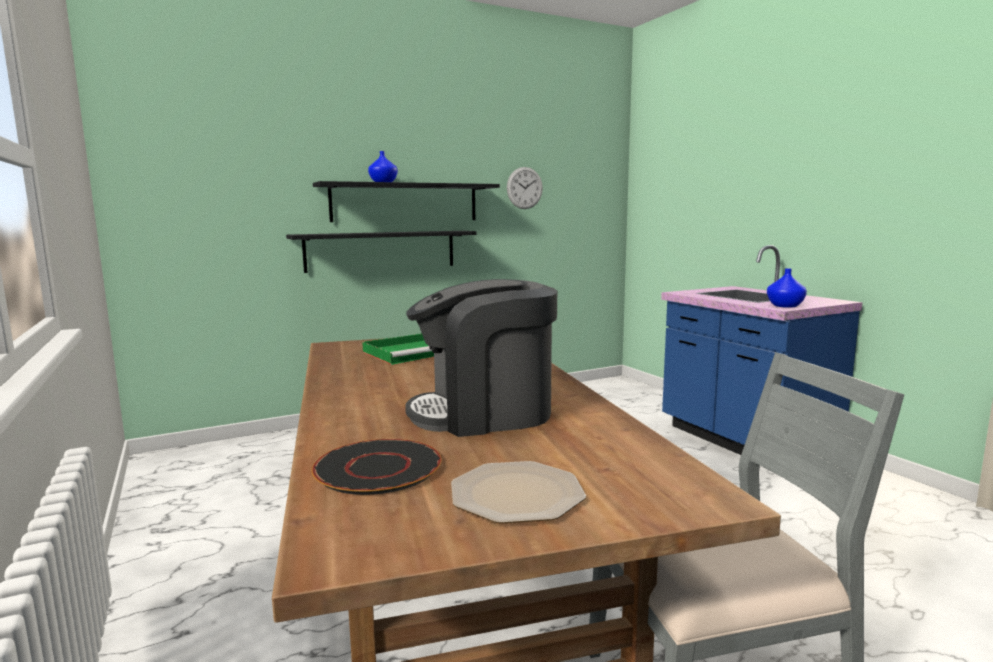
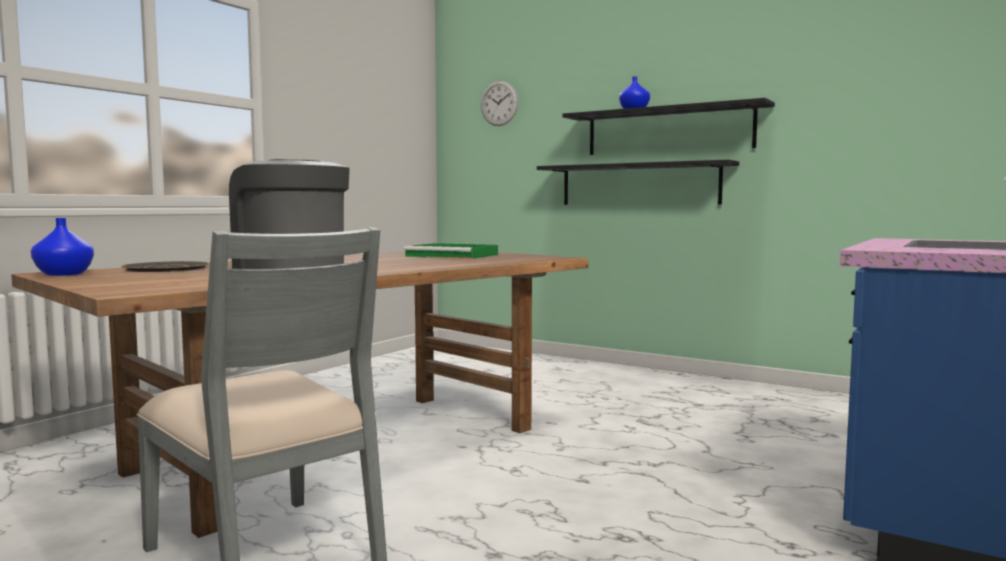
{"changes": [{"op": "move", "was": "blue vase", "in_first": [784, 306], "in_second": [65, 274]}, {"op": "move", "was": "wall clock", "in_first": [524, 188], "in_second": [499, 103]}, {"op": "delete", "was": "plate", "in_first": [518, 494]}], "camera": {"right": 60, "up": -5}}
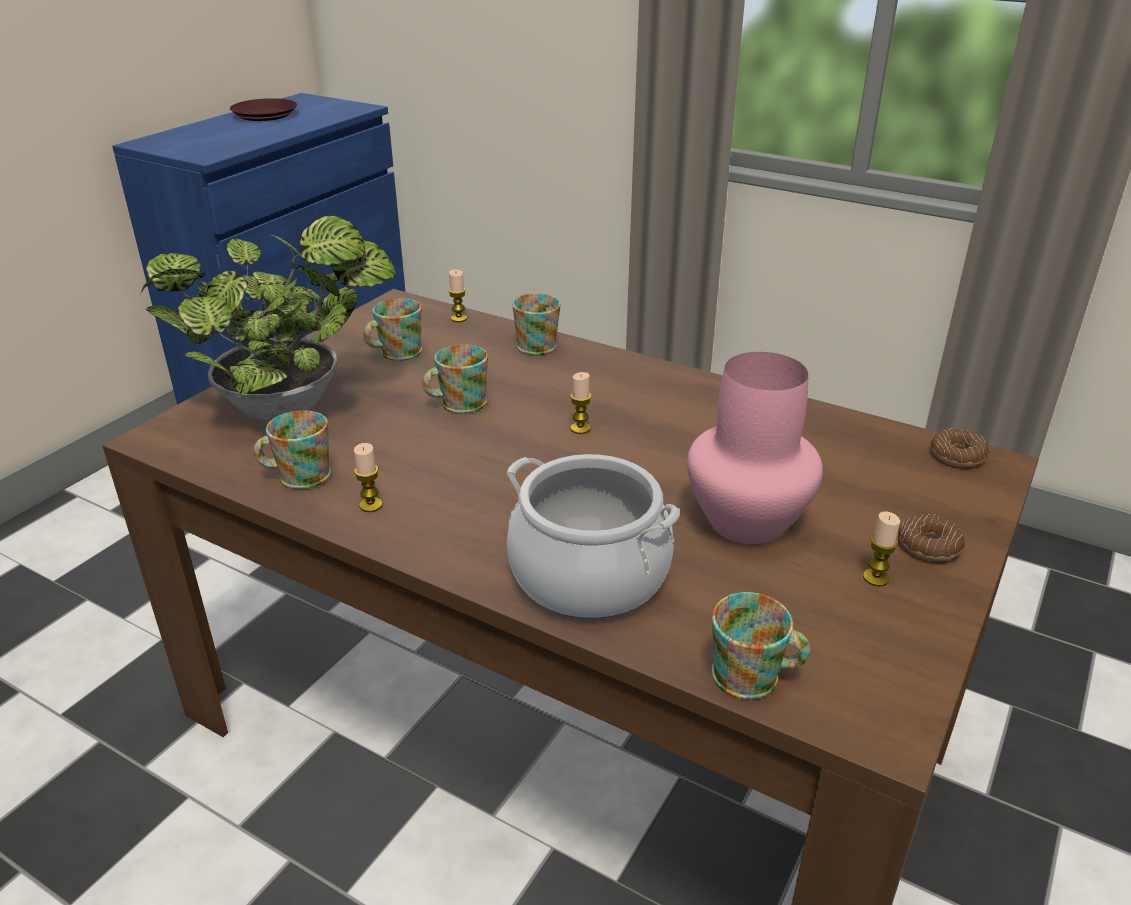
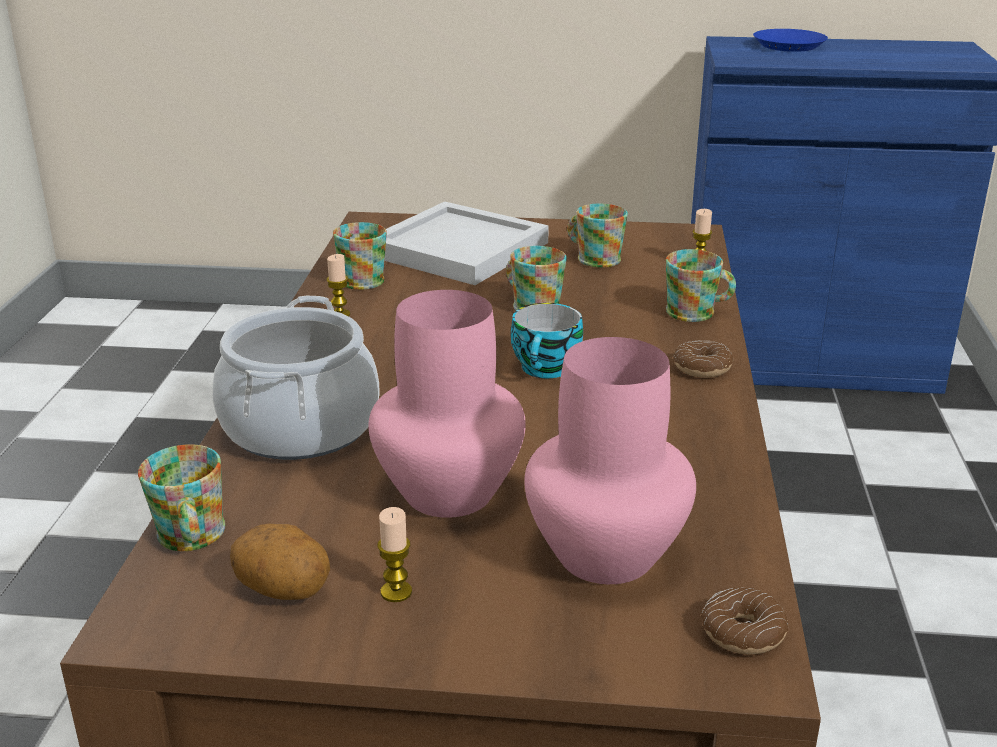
{"changes": [{"op": "insert", "now": "potato", "in_second": [284, 590]}, {"op": "replace", "was": "potted plant", "now": "white tray", "in_first": [291, 407], "in_second": [458, 248]}, {"op": "replace", "was": "candle", "now": "cup", "in_first": [580, 428], "in_second": [547, 369]}, {"op": "insert", "now": "pink vase", "in_second": [604, 553]}, {"op": "move", "was": "donut", "in_first": [929, 546], "in_second": [702, 368]}, {"op": "insert", "now": "blue plate", "in_second": [789, 46]}, {"op": "delete", "was": "brown plate", "in_first": [265, 115]}], "camera": {"right": 65, "up": -5}}
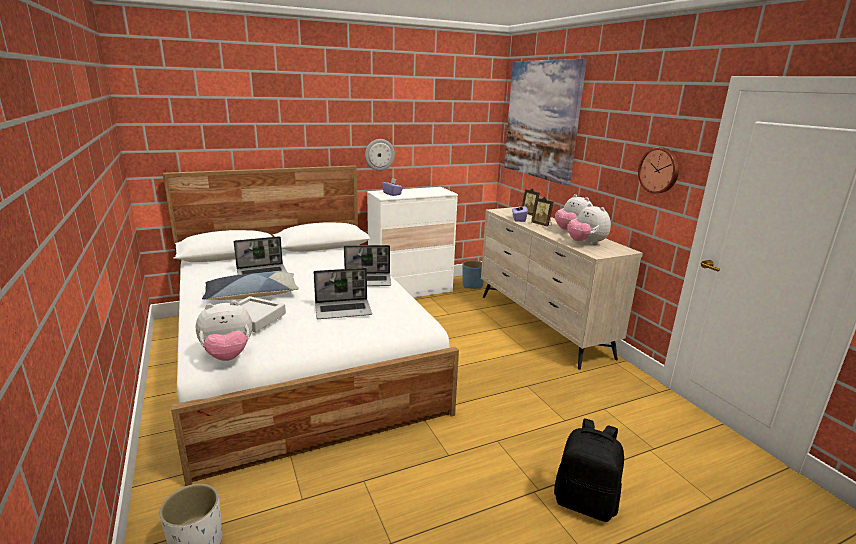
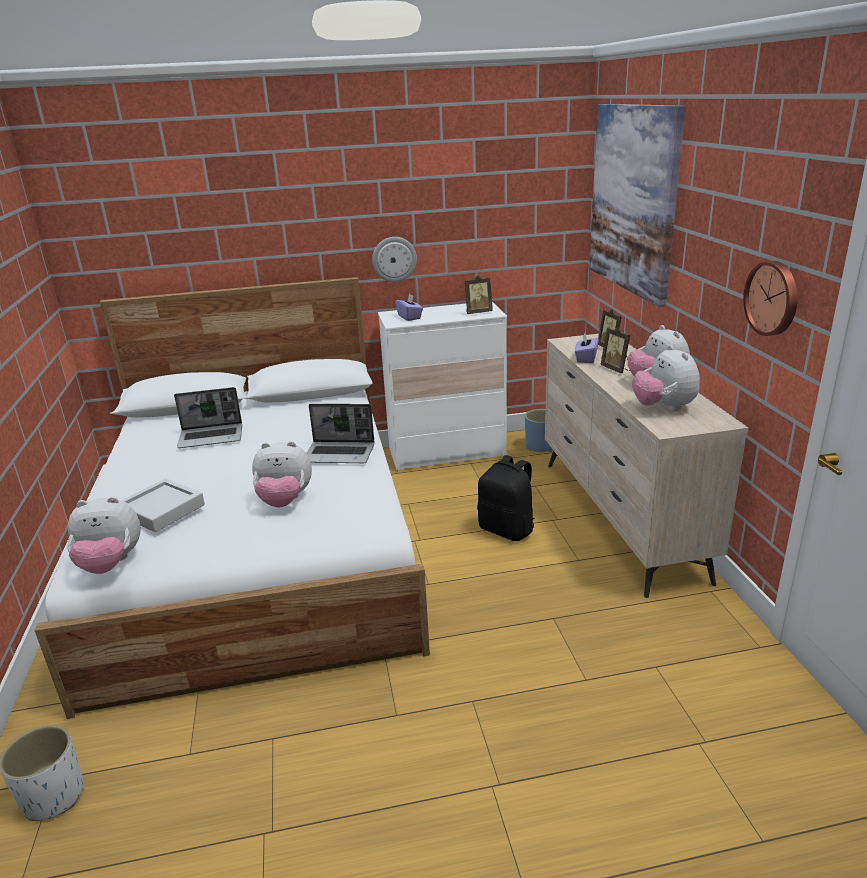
{"changes": [{"op": "replace", "was": "laptop", "now": "plush toy", "in_first": [344, 310], "in_second": [285, 501]}, {"op": "insert", "now": "picture frame", "in_second": [478, 312]}, {"op": "move", "was": "black backpack", "in_first": [585, 502], "in_second": [507, 530]}, {"op": "delete", "was": "pillow", "in_first": [252, 295]}], "camera": {"right": 15, "up": 5}}
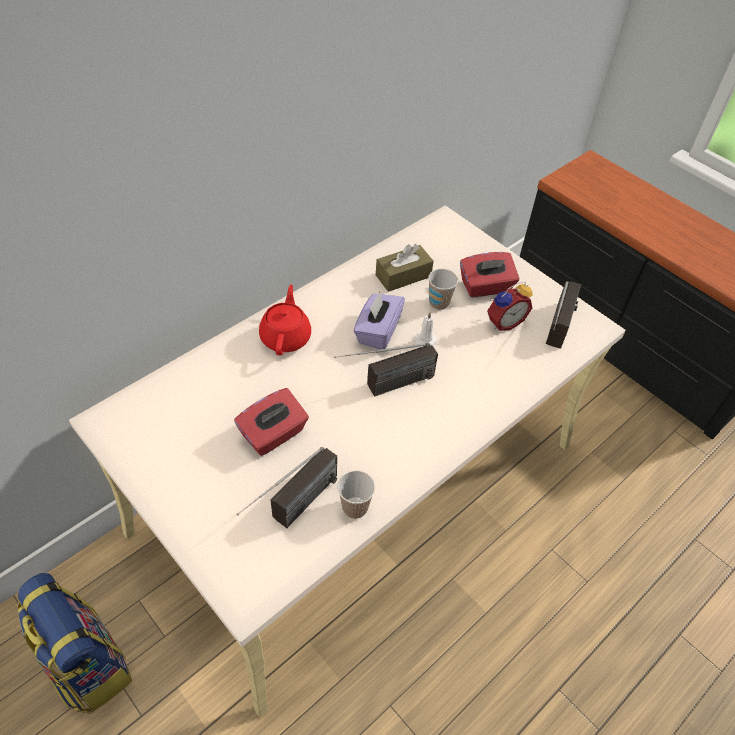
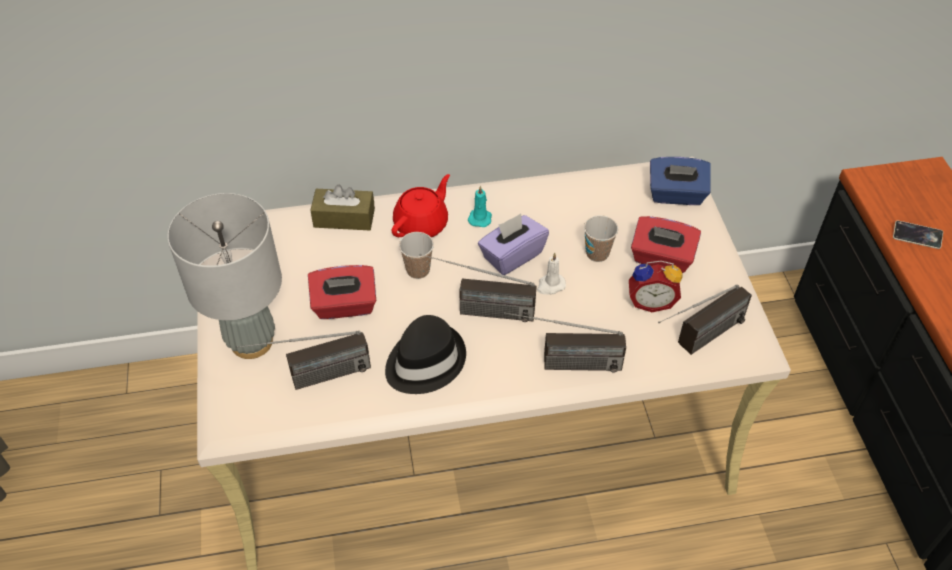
{"changes": [{"op": "insert", "now": "grey table lamp", "in_second": [252, 342]}, {"op": "move", "was": "brown tissue box", "in_first": [403, 276], "in_second": [344, 218]}, {"op": "insert", "now": "black hat", "in_second": [424, 361]}, {"op": "move", "was": "cup", "in_first": [355, 508], "in_second": [418, 270]}, {"op": "insert", "now": "turquoise candle", "in_second": [480, 218]}, {"op": "insert", "now": "radio", "in_second": [561, 364]}, {"op": "insert", "now": "blue tissue box", "in_second": [676, 195]}, {"op": "insert", "now": "phone", "in_second": [916, 237]}, {"op": "delete", "was": "backpack", "in_first": [87, 664]}], "camera": {"right": 35, "up": 0}}
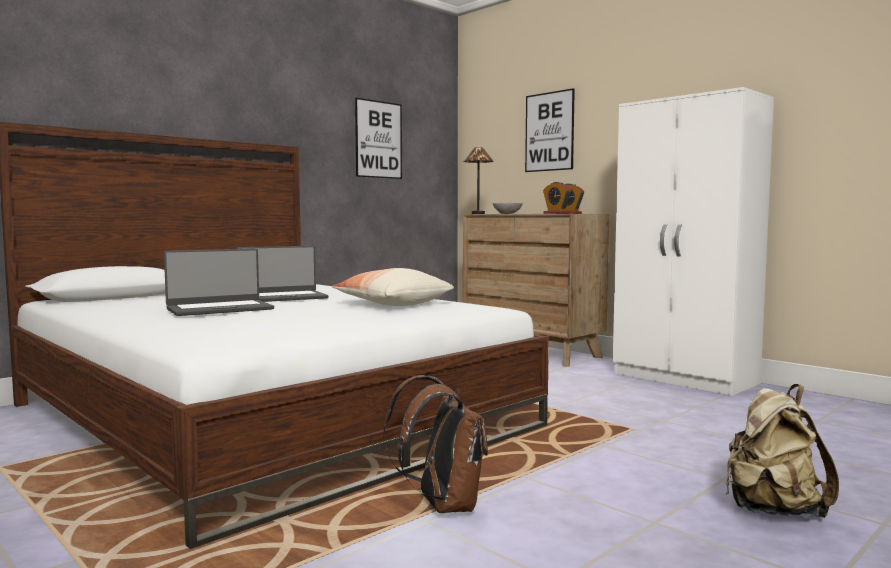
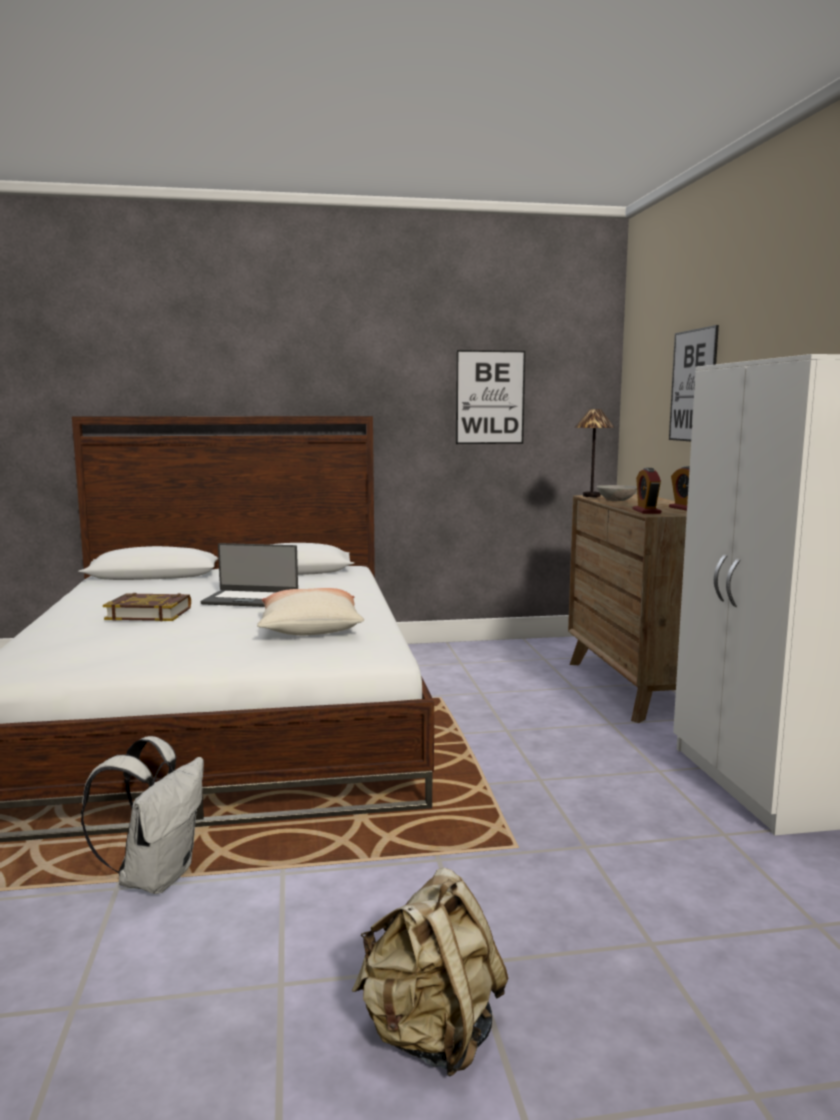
{"changes": [{"op": "recolor", "was": "brown backpack", "now": "white backpack", "in_first": [442, 505], "in_second": [156, 876]}, {"op": "replace", "was": "laptop", "now": "book", "in_first": [219, 309], "in_second": [149, 613]}], "camera": {"right": 35, "up": 5}}
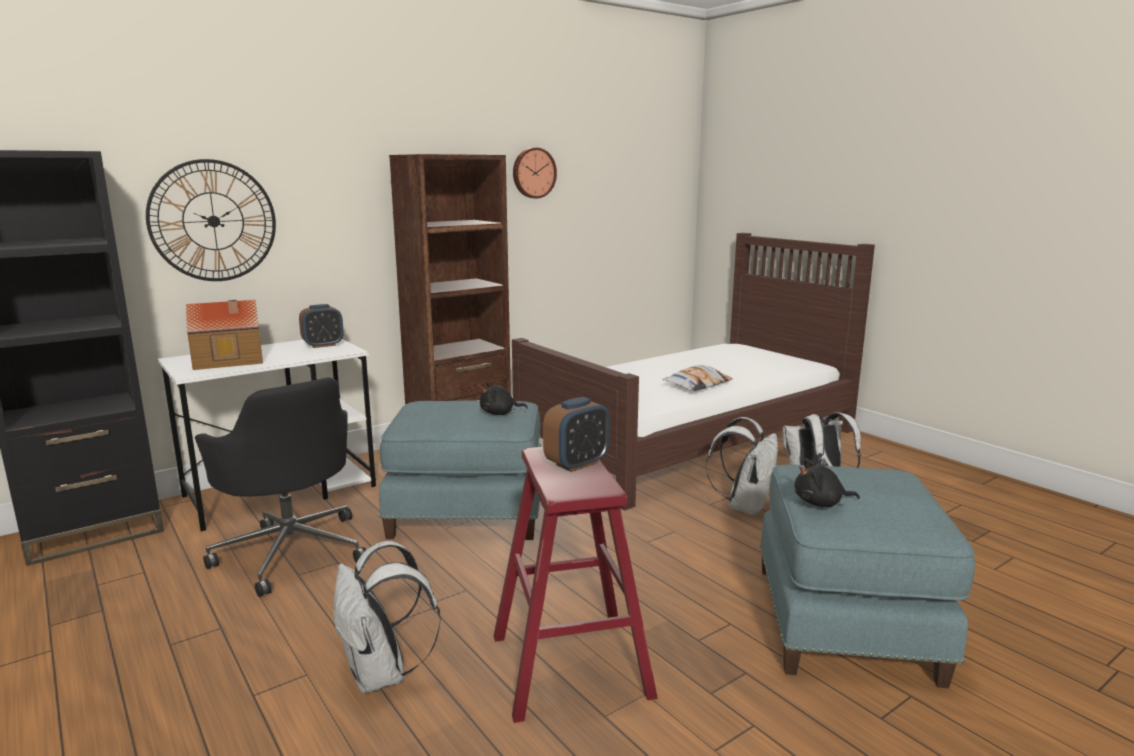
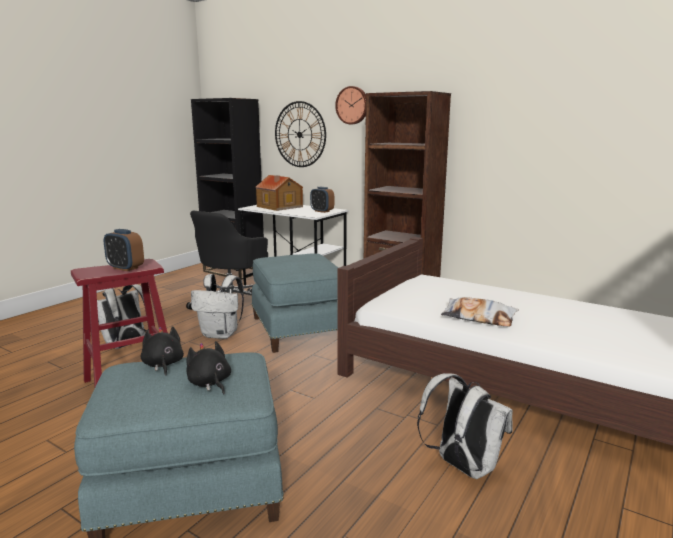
{"changes": [{"op": "move", "was": "black plush toy", "in_first": [500, 413], "in_second": [209, 383]}, {"op": "move", "was": "white backpack", "in_first": [744, 507], "in_second": [221, 334]}, {"op": "move", "was": "wall clock", "in_first": [533, 173], "in_second": [352, 105]}], "camera": {"right": 70, "up": 0}}
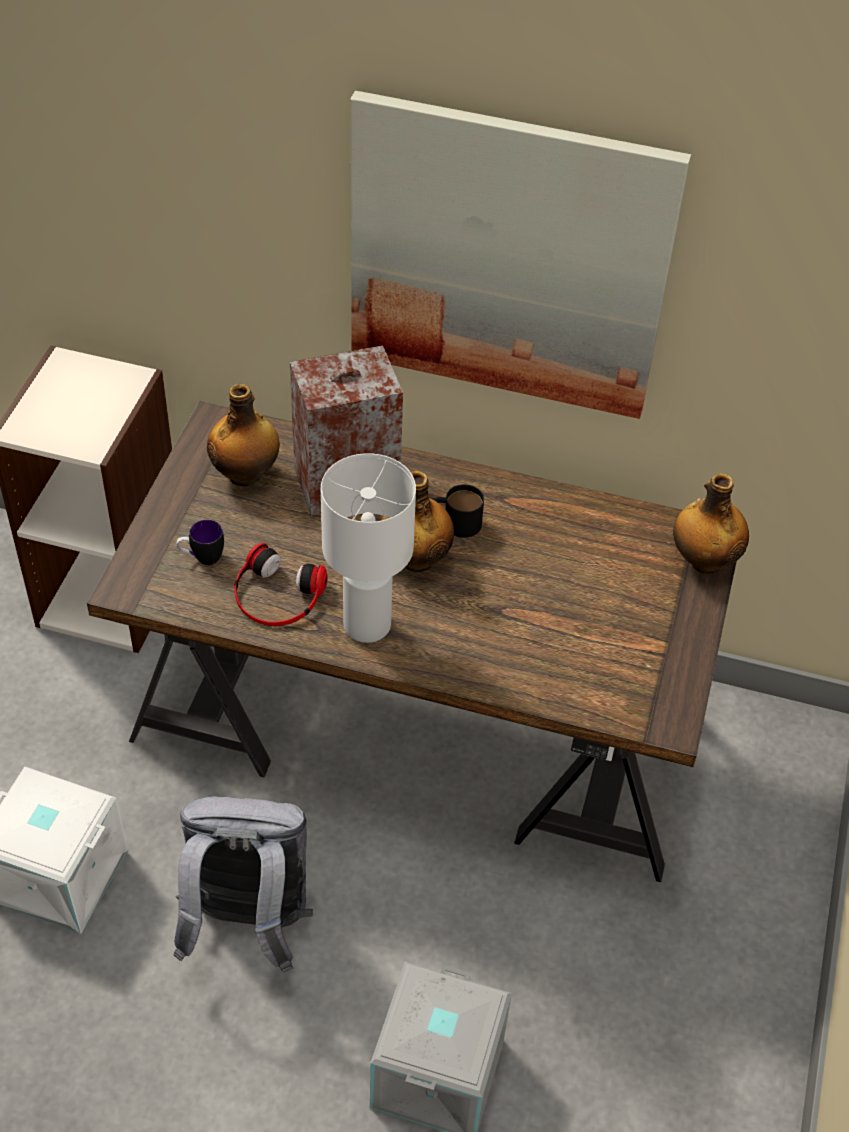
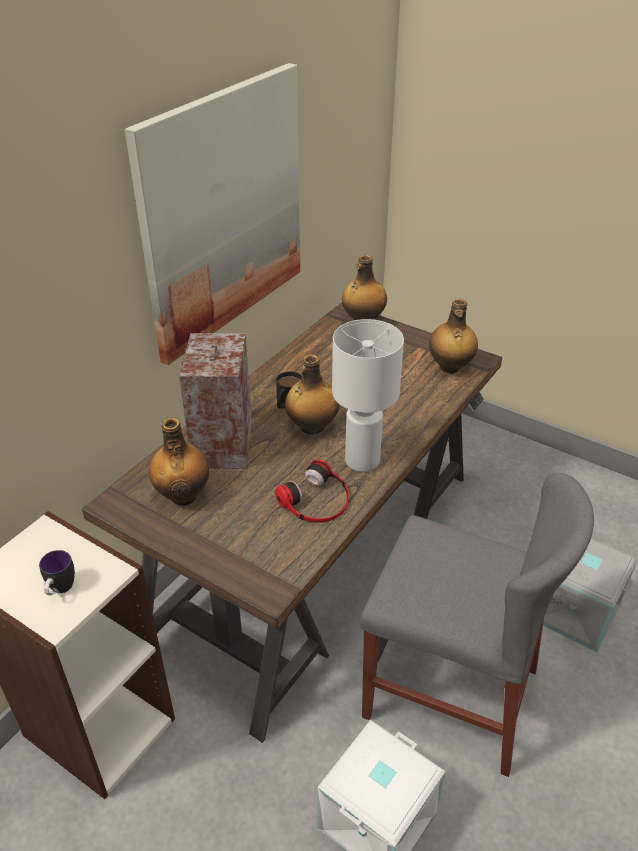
{"changes": [{"op": "move", "was": "mug", "in_first": [202, 558], "in_second": [60, 590]}, {"op": "replace", "was": "grey backpack", "now": "grey chair", "in_first": [247, 924], "in_second": [450, 692]}, {"op": "insert", "now": "bottle", "in_second": [449, 367]}], "camera": {"right": -70, "up": -10}}
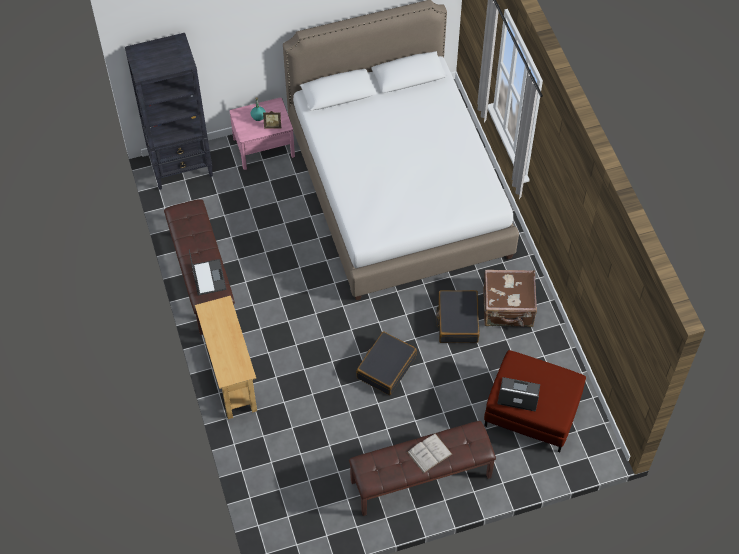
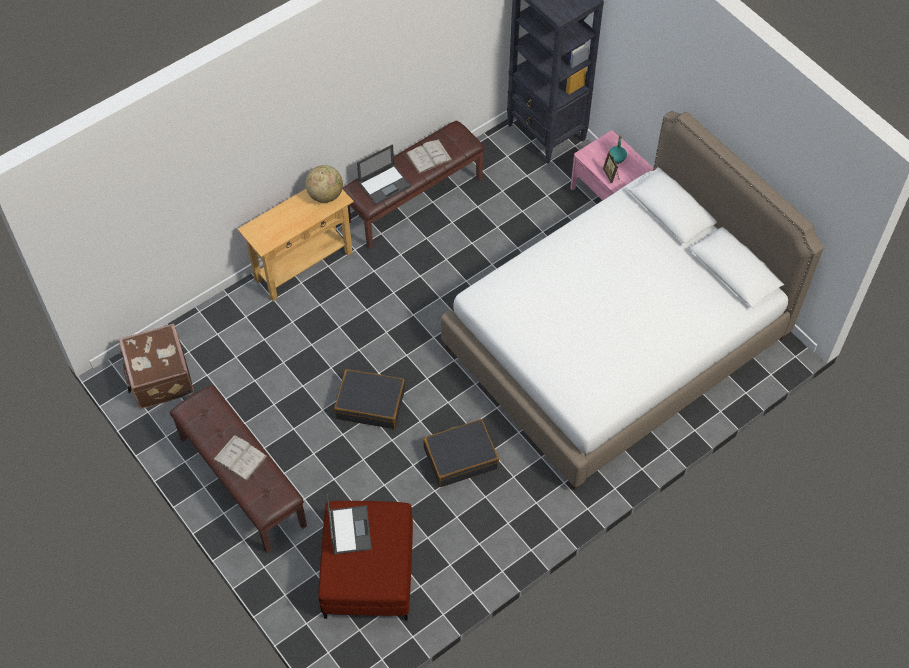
{"changes": [{"op": "move", "was": "brown suitcase", "in_first": [508, 309], "in_second": [159, 378]}, {"op": "insert", "now": "globe", "in_second": [325, 195]}, {"op": "insert", "now": "white book", "in_second": [429, 156]}], "camera": {"right": 70, "up": 0}}
